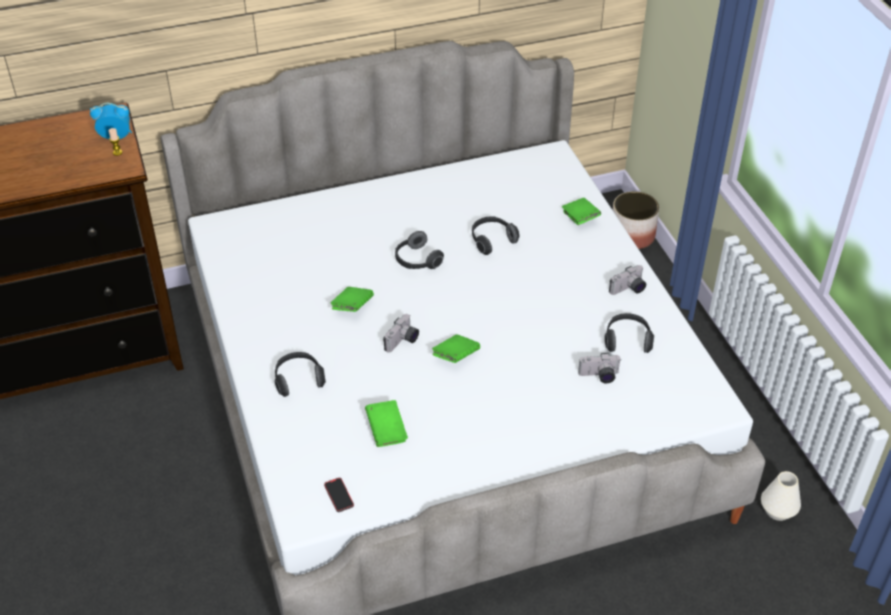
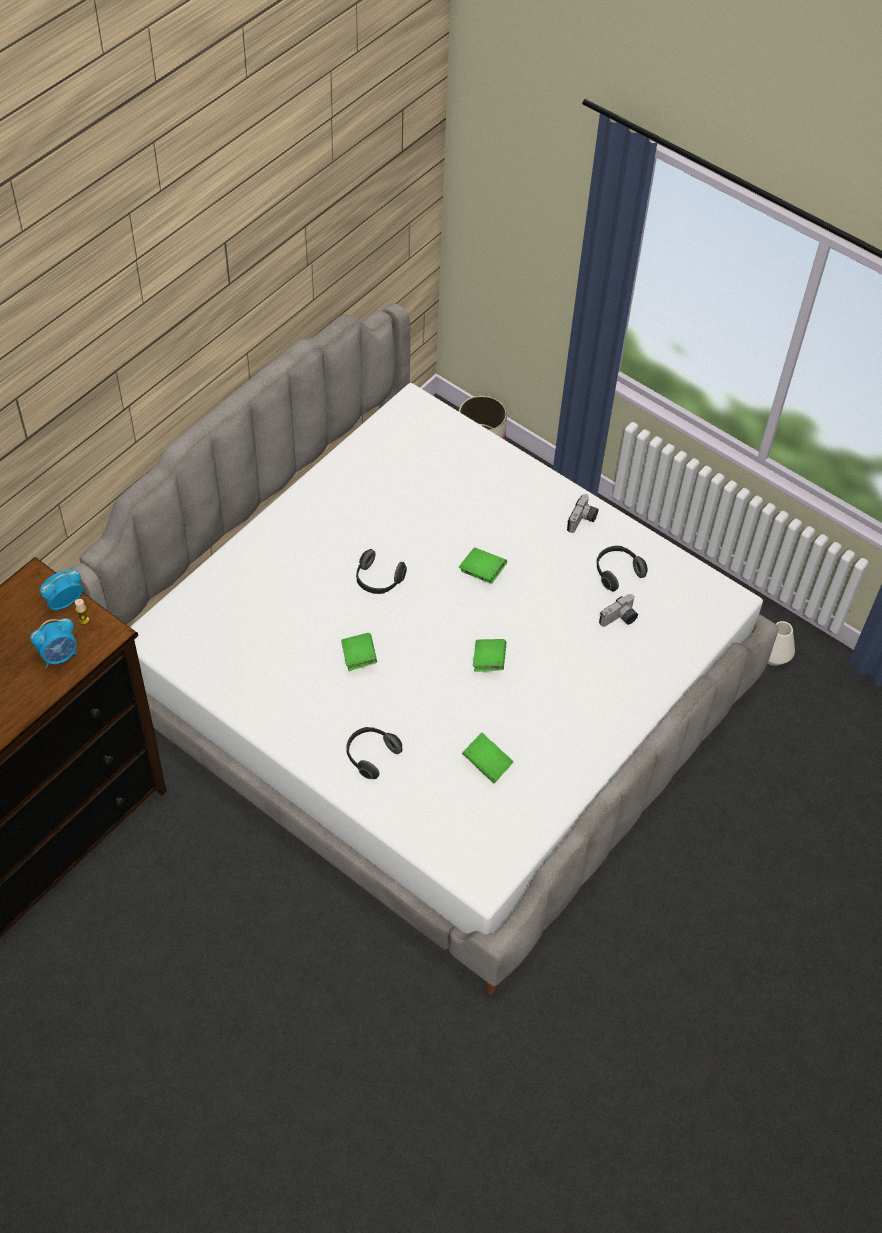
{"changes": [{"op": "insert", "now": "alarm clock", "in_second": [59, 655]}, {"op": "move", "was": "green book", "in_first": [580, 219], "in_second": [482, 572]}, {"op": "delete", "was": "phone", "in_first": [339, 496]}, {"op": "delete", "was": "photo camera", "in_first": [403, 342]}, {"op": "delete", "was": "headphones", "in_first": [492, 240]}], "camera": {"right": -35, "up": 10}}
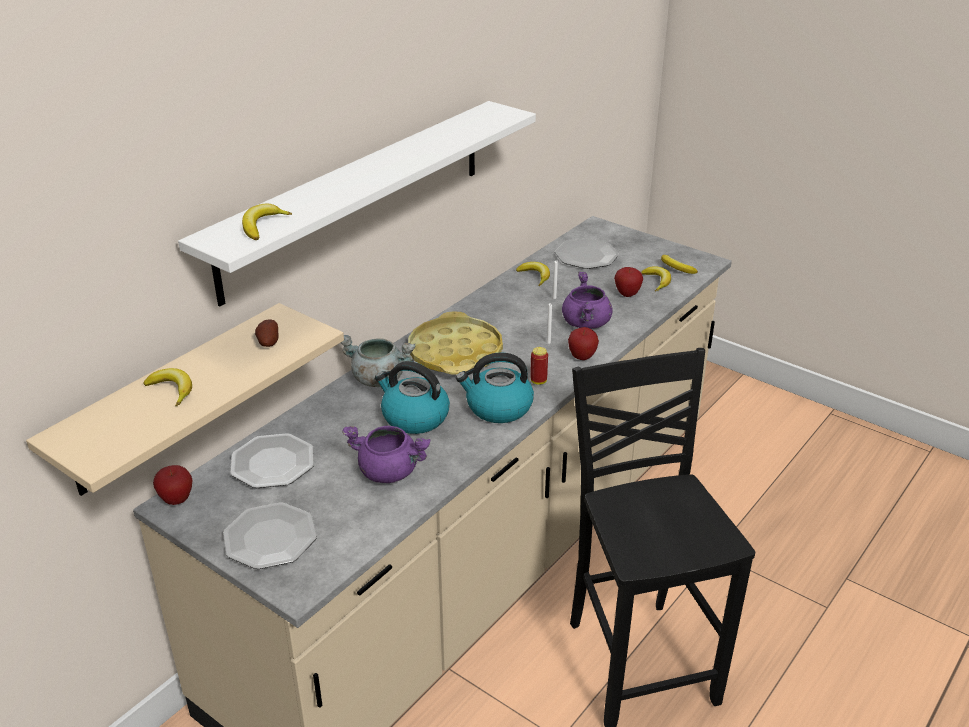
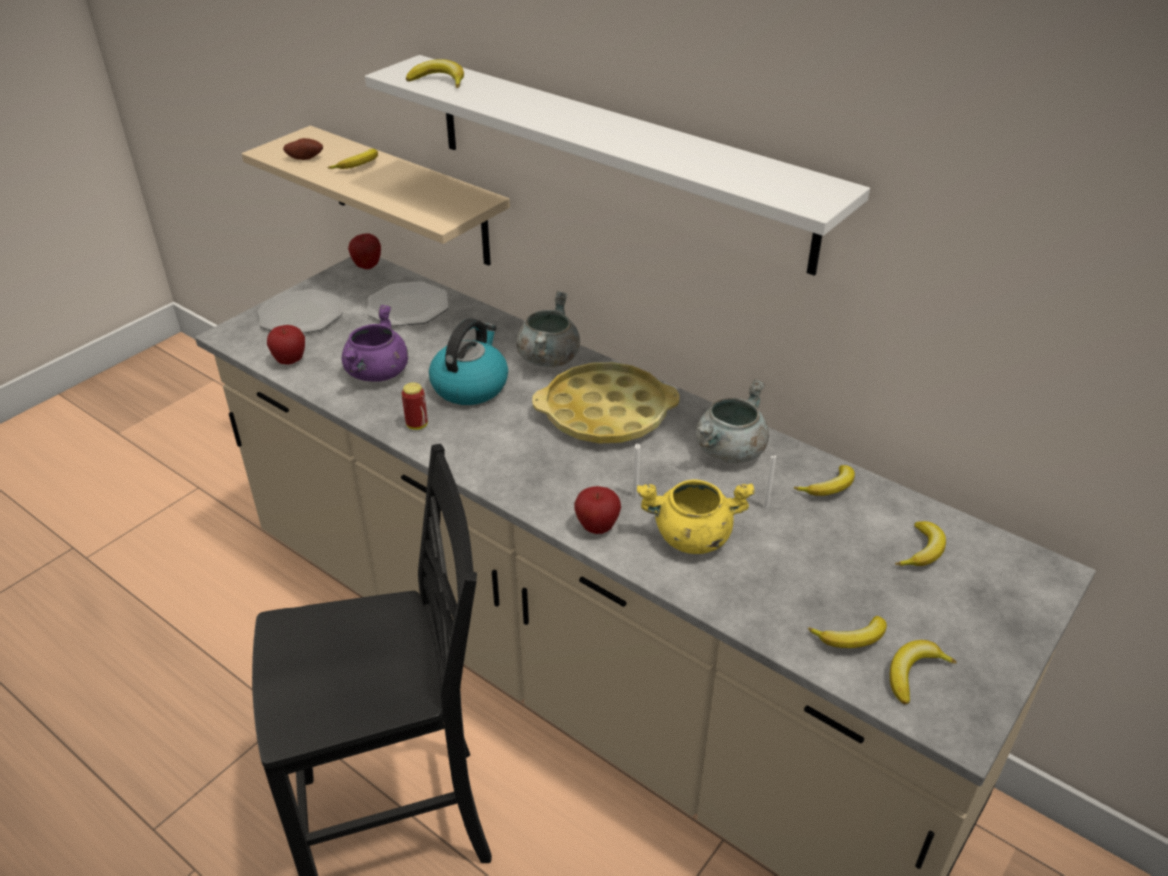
{"changes": [{"op": "move", "was": "apple", "in_first": [627, 294], "in_second": [290, 361]}, {"op": "move", "was": "potato", "in_first": [268, 342], "in_second": [305, 158]}, {"op": "move", "was": "can", "in_first": [538, 381], "in_second": [417, 425]}, {"op": "recolor", "was": "purple cooking pot", "now": "yellow cooking pot", "in_first": [586, 323], "in_second": [692, 537]}, {"op": "insert", "now": "grey cooking pot", "in_second": [730, 451]}, {"op": "replace", "was": "plate", "now": "banana", "in_first": [586, 255], "in_second": [922, 551]}, {"op": "delete", "was": "kettle", "in_first": [498, 408]}], "camera": {"right": 90, "up": 5}}
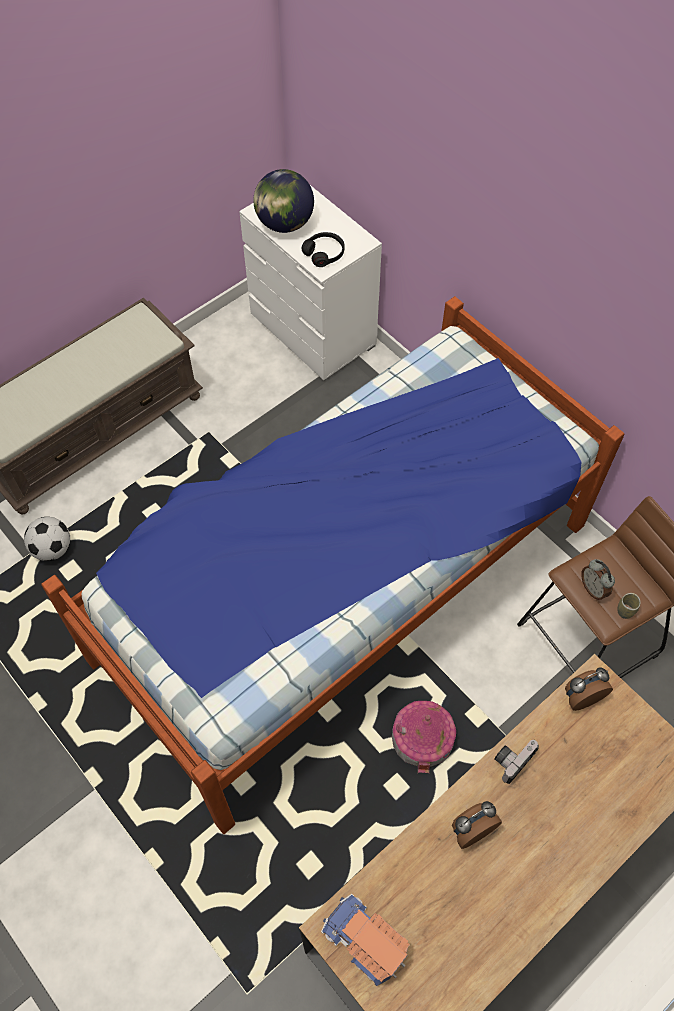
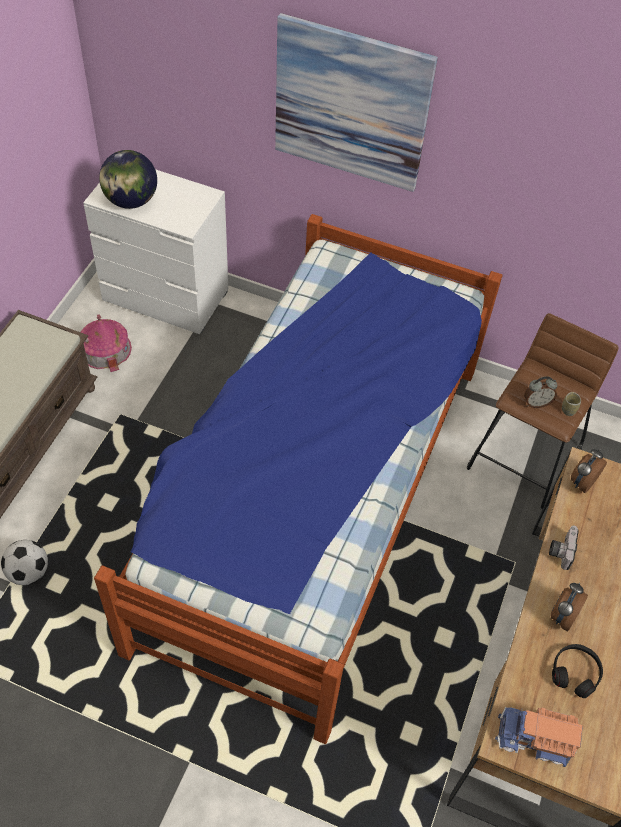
{"changes": [{"op": "move", "was": "toy house", "in_first": [422, 737], "in_second": [105, 349]}, {"op": "insert", "now": "picture", "in_second": [351, 104]}, {"op": "rotate", "was": "alarm clock", "in_first": [593, 588], "in_second": [536, 403], "clockwise": -45}, {"op": "move", "was": "black headphones", "in_first": [324, 253], "in_second": [575, 672]}], "camera": {"right": -30, "up": -5}}
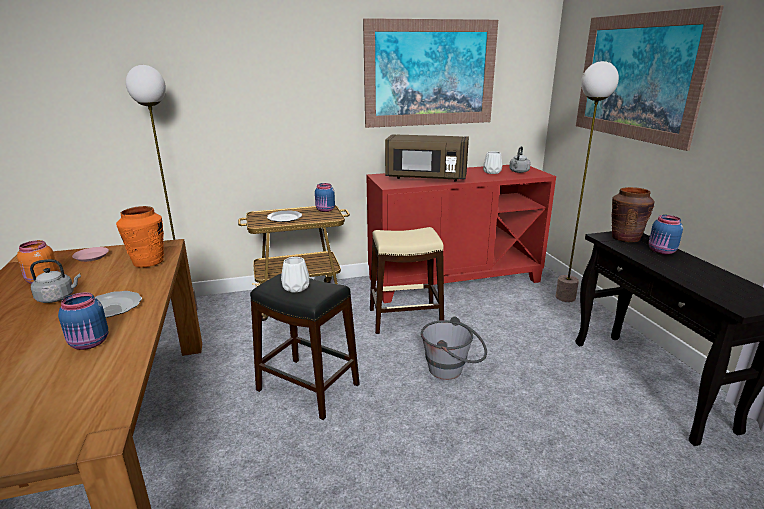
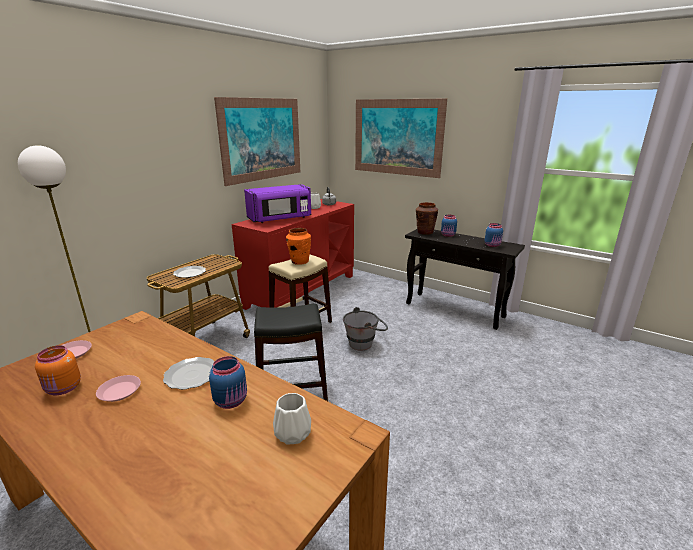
{"changes": [{"op": "replace", "was": "grey kettle", "now": "pink plate", "in_first": [58, 298], "in_second": [119, 391]}, {"op": "recolor", "was": "brown microwave", "now": "purple microwave", "in_first": [425, 178], "in_second": [280, 219]}, {"op": "move", "was": "white vase", "in_first": [296, 287], "in_second": [292, 433]}, {"op": "move", "was": "orange vase", "in_first": [148, 262], "in_second": [299, 262]}, {"op": "move", "was": "blue jar", "in_first": [325, 210], "in_second": [492, 245]}, {"op": "delete", "was": "floor lamp", "in_first": [565, 297]}], "camera": {"right": -40, "up": 0}}
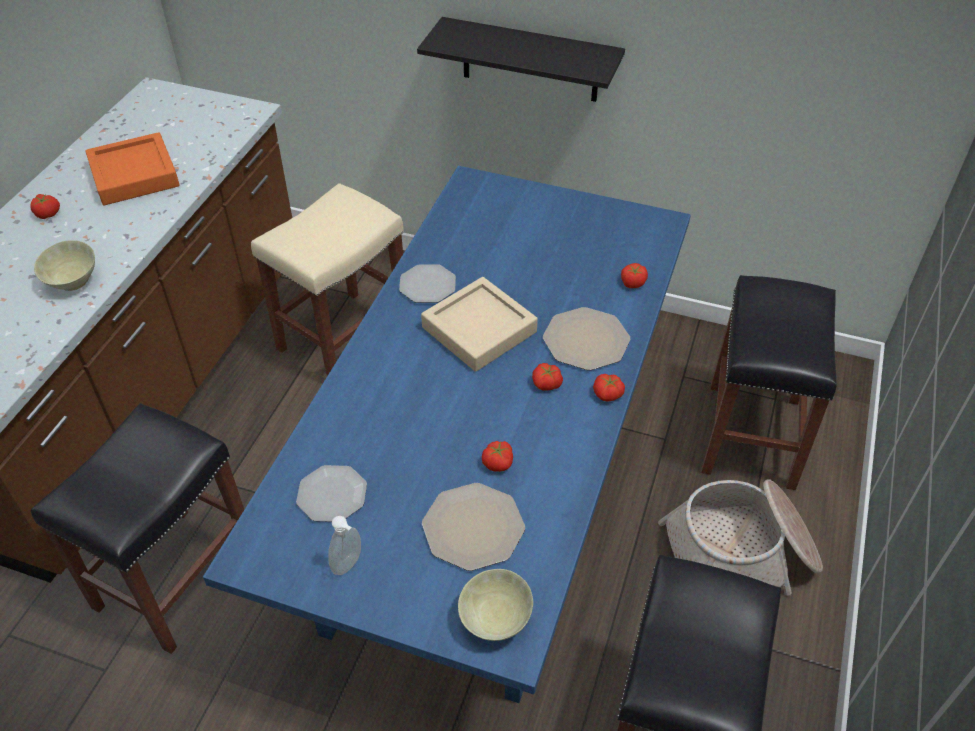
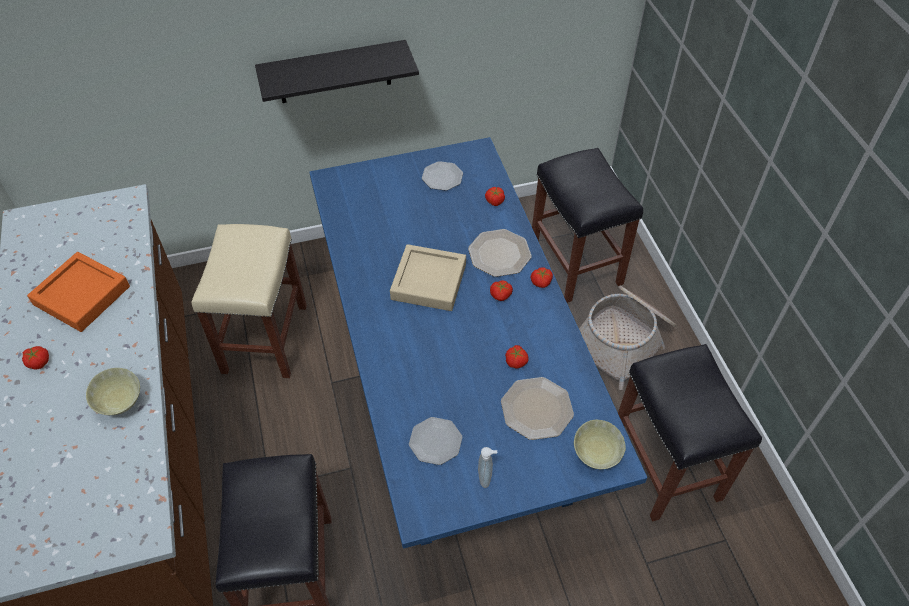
{"changes": [{"op": "move", "was": "plate", "in_first": [427, 285], "in_second": [442, 177]}], "camera": {"right": -35, "up": 5}}
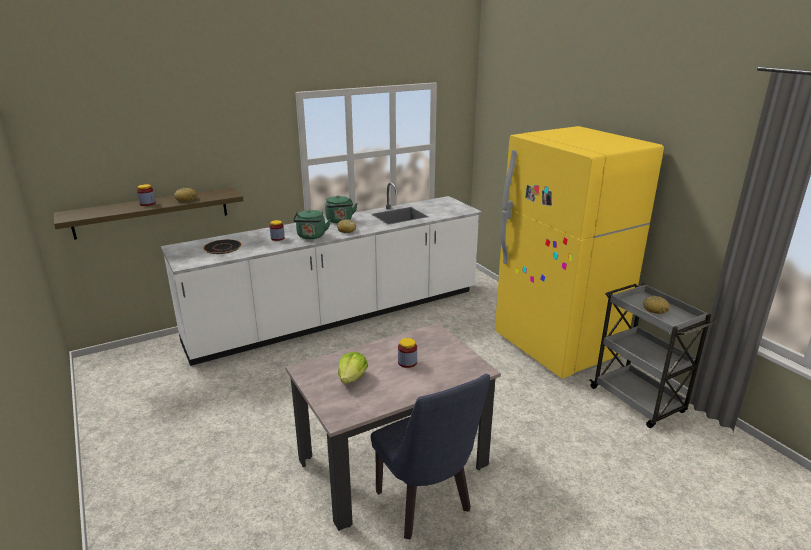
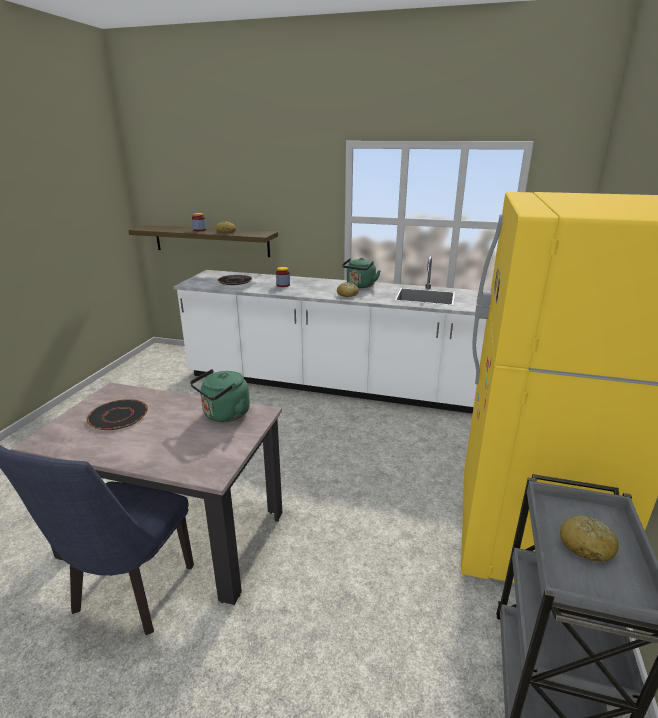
{"changes": [{"op": "replace", "was": "lettuce", "now": "black plate", "in_first": [352, 378], "in_second": [118, 415]}, {"op": "move", "was": "green kettle", "in_first": [311, 236], "in_second": [224, 415]}, {"op": "delete", "was": "jar", "in_first": [407, 362]}], "camera": {"right": 45, "up": 0}}
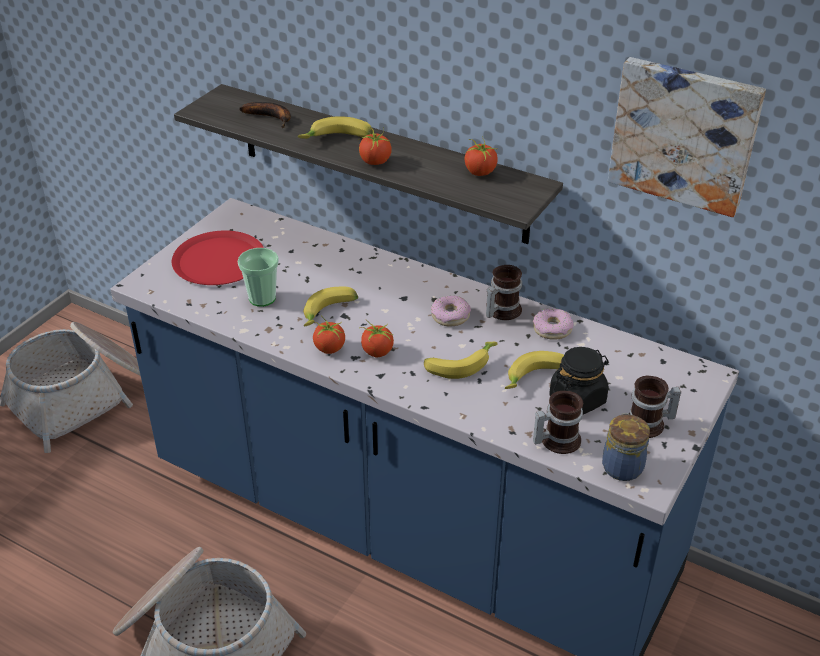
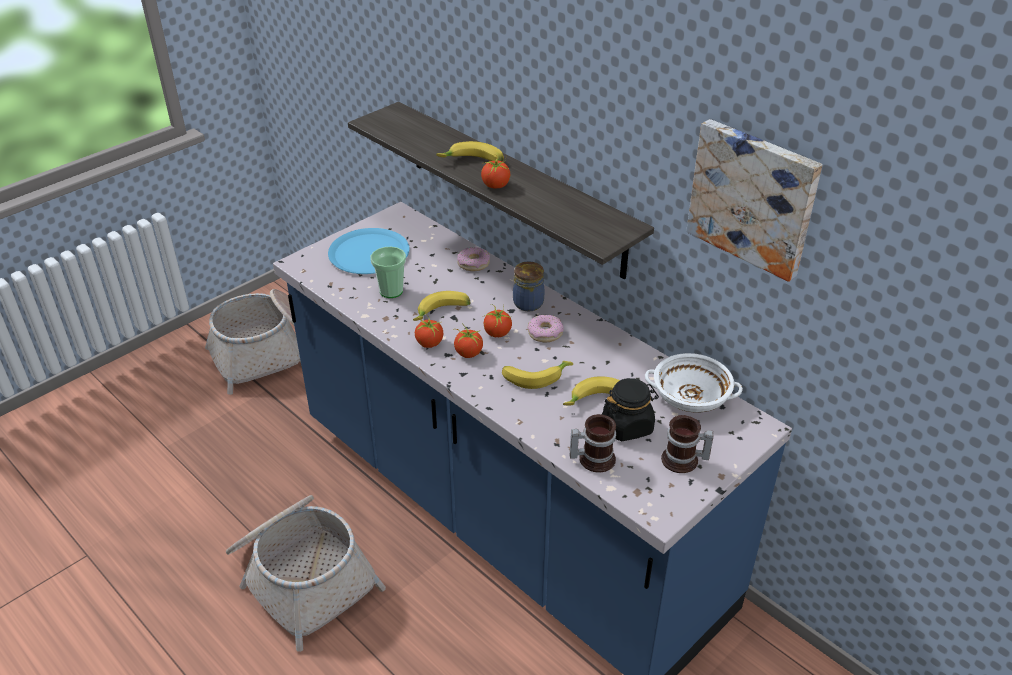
{"changes": [{"op": "recolor", "was": "red plate", "now": "blue plate", "in_first": [219, 260], "in_second": [369, 253]}, {"op": "move", "was": "donut", "in_first": [552, 329], "in_second": [473, 263]}, {"op": "move", "was": "tomato", "in_first": [480, 172], "in_second": [497, 333]}, {"op": "move", "was": "jar", "in_first": [622, 466], "in_second": [528, 302]}, {"op": "insert", "now": "white bowl", "in_second": [690, 397]}, {"op": "delete", "was": "banana", "in_first": [271, 117]}, {"op": "delete", "was": "mug", "in_first": [500, 310]}], "camera": {"right": 15, "up": 0}}
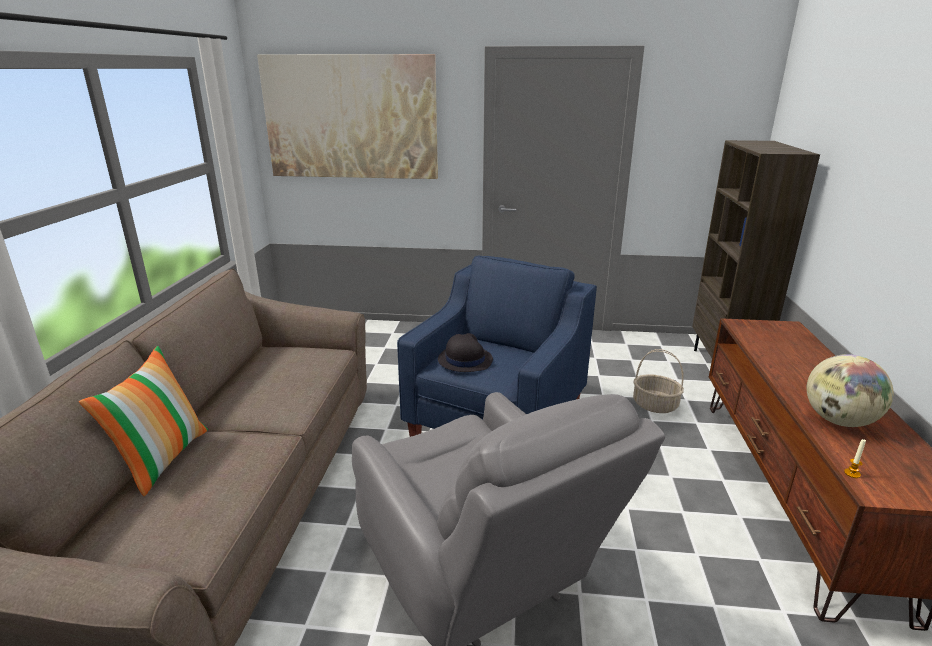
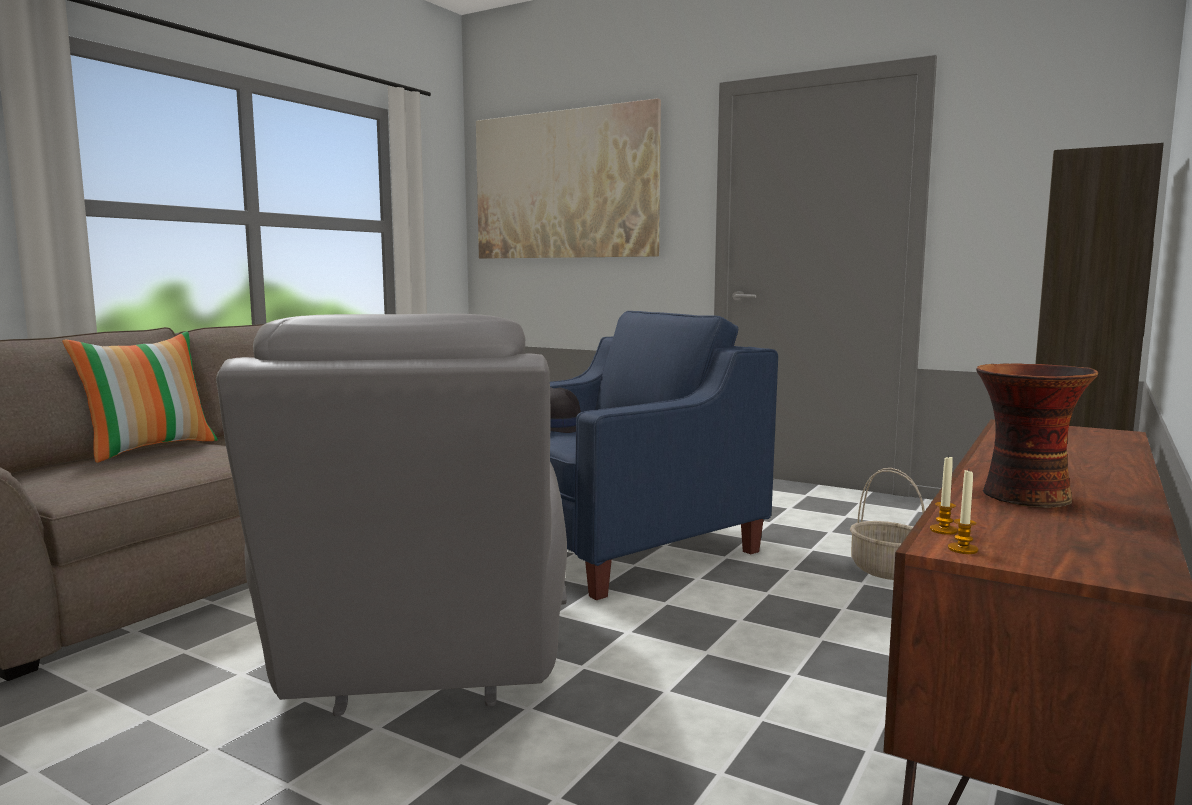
{"changes": [{"op": "insert", "now": "candle", "in_second": [962, 549]}, {"op": "replace", "was": "globe", "now": "vase", "in_first": [838, 420], "in_second": [1023, 496]}], "camera": {"right": 25, "up": -15}}
